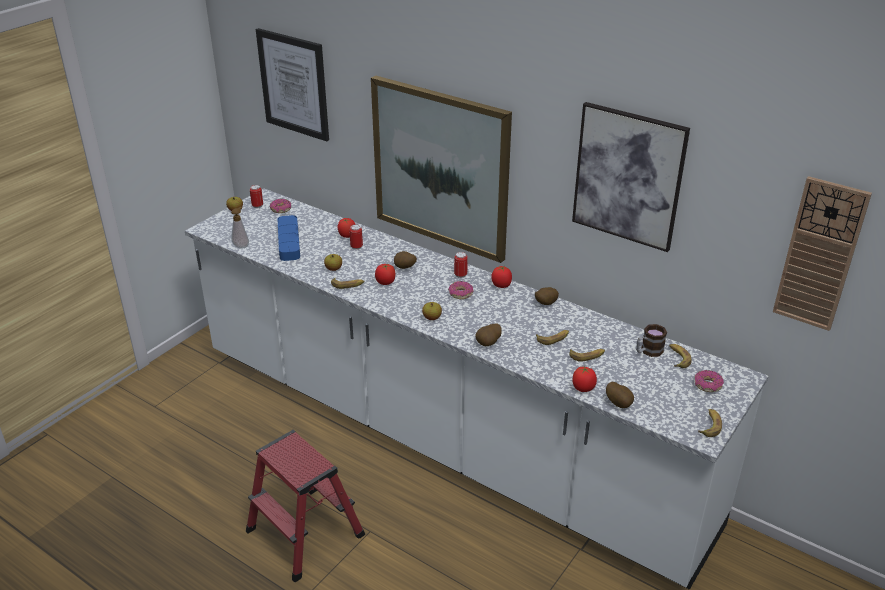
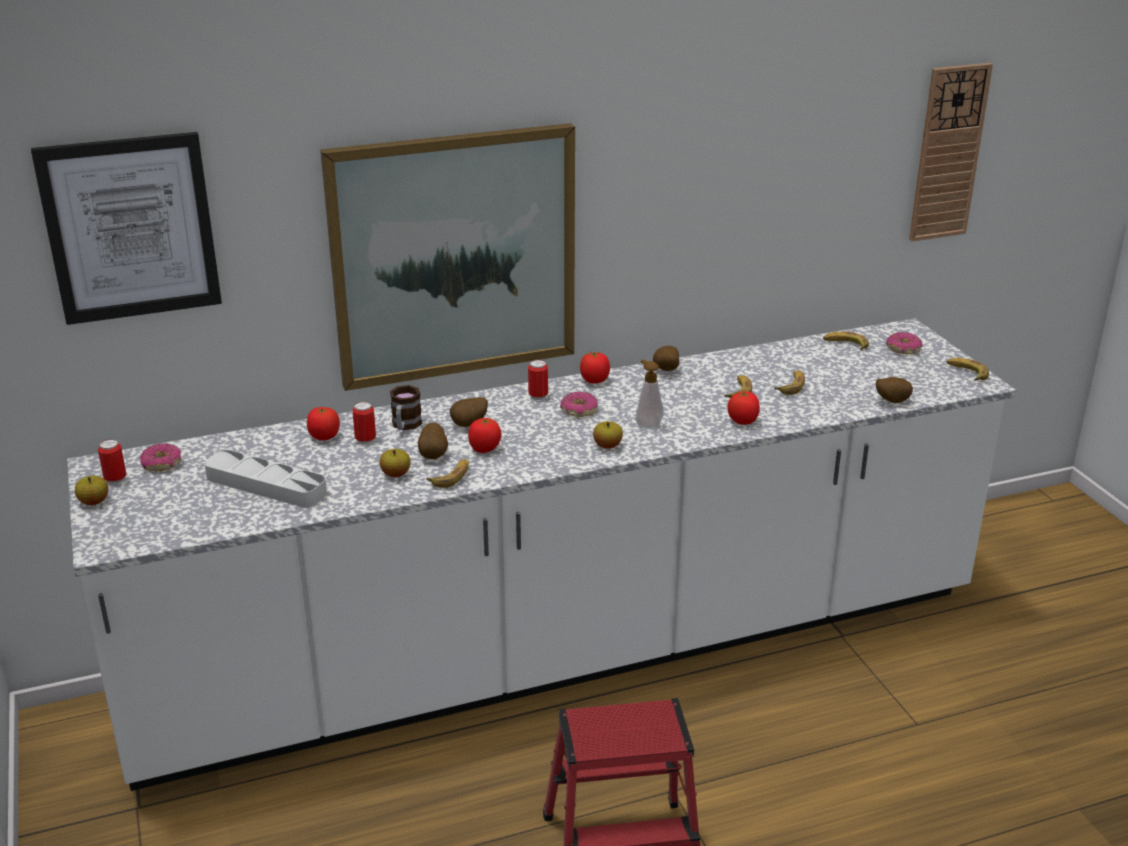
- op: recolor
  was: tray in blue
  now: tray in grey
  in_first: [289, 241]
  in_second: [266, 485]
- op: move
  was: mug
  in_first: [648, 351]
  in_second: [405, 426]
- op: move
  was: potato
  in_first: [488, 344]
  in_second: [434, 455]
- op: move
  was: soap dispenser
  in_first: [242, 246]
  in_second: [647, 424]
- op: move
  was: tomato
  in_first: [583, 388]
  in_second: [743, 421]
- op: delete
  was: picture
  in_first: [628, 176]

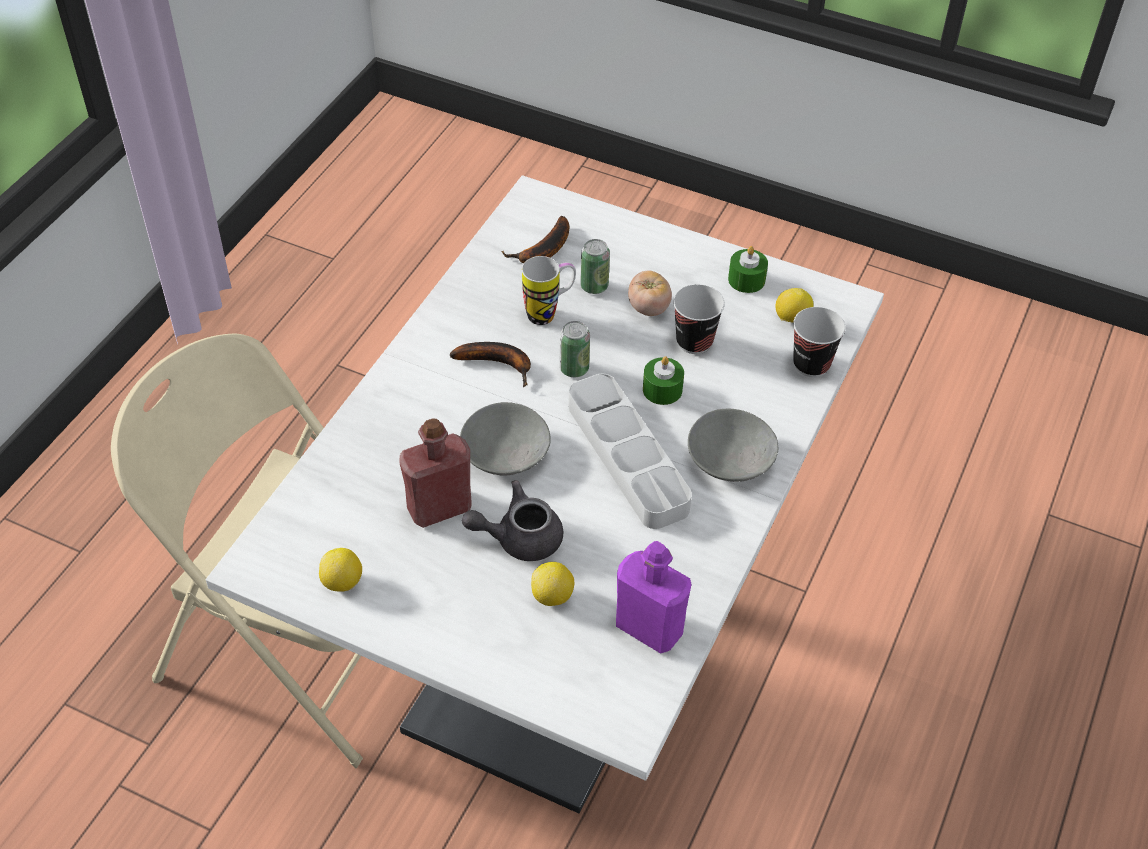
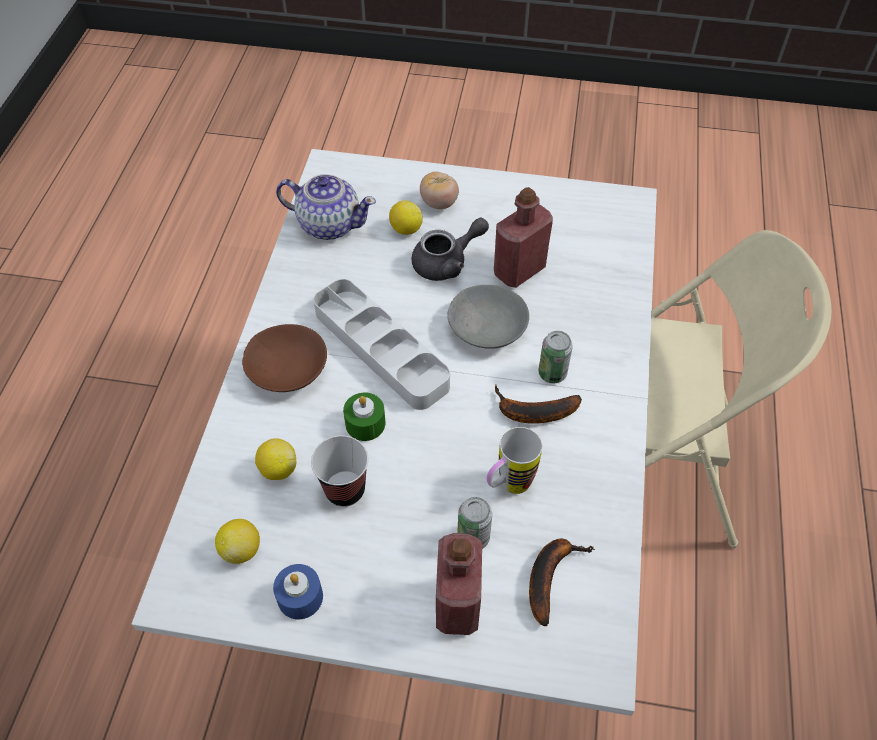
- op: recolor
  was: bowl in grey
  now: bowl in brown
  in_first: [731, 459]
  in_second: [286, 368]
- op: move
  was: lemon
  in_first: [343, 582]
  in_second: [278, 469]
- op: recolor
  was: candle in green
  now: candle in blue
  in_first: [746, 279]
  in_second: [300, 597]
- op: replace
  was: bottle in purple
  now: teapot
  in_first: [649, 628]
  in_second: [329, 224]
- op: move
  was: tomato
  in_first: [648, 308]
  in_second: [439, 203]
- op: insert
  now: bottle in red
  in_second: [457, 604]
- op: move
  was: can
  in_first: [574, 368]
  in_second: [552, 373]
- op: delete
  was: cup
  in_first: [811, 364]

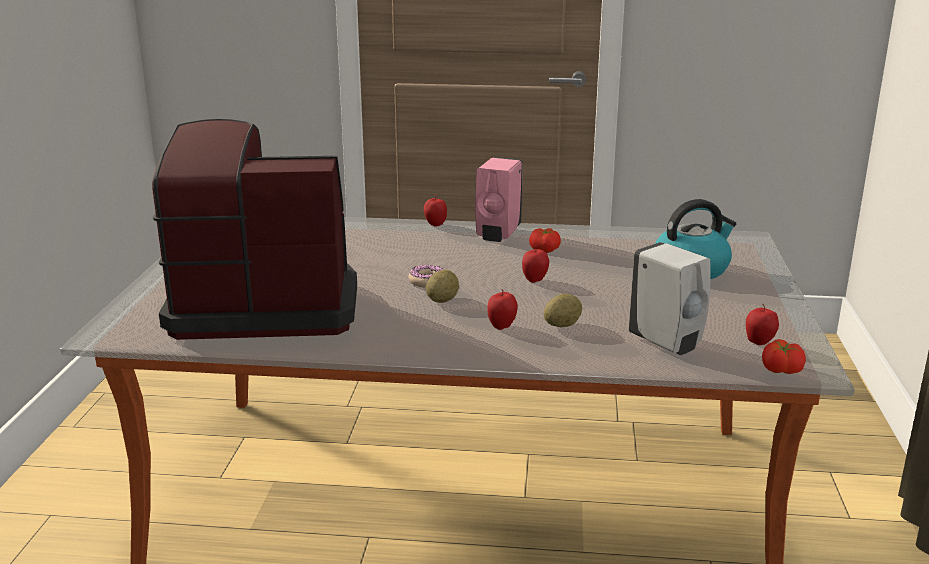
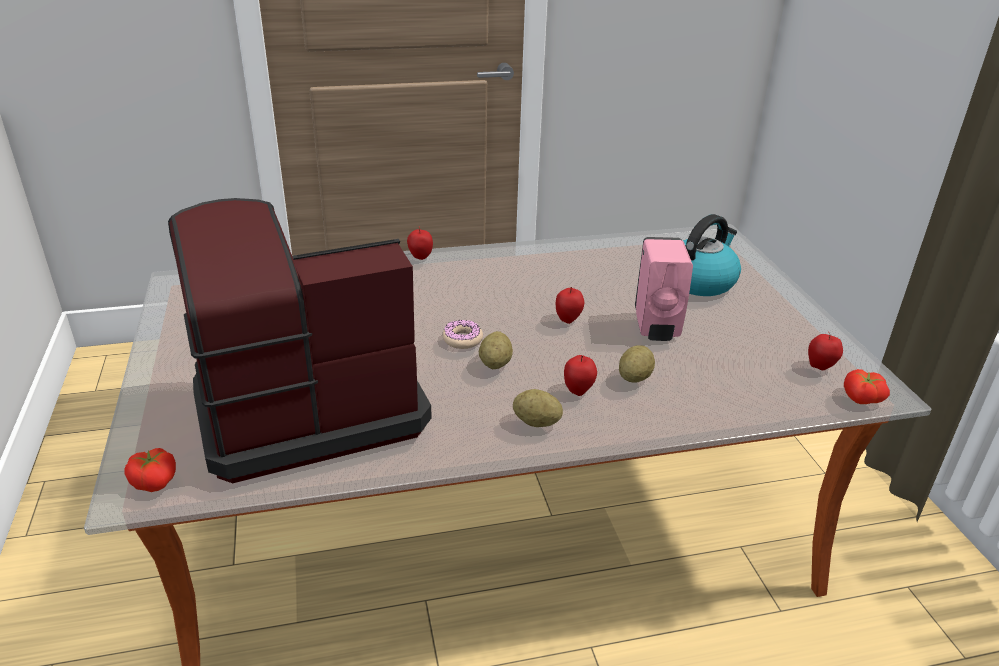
- op: move
  was: tomato
  in_first: [545, 250]
  in_second: [155, 481]
- op: insert
  now: potato
  in_second: [536, 422]
- op: move
  was: soap dispenser in pink
  in_first: [498, 234]
  in_second: [656, 328]
- op: delete
  was: soap dispenser in white
  in_first: [667, 343]

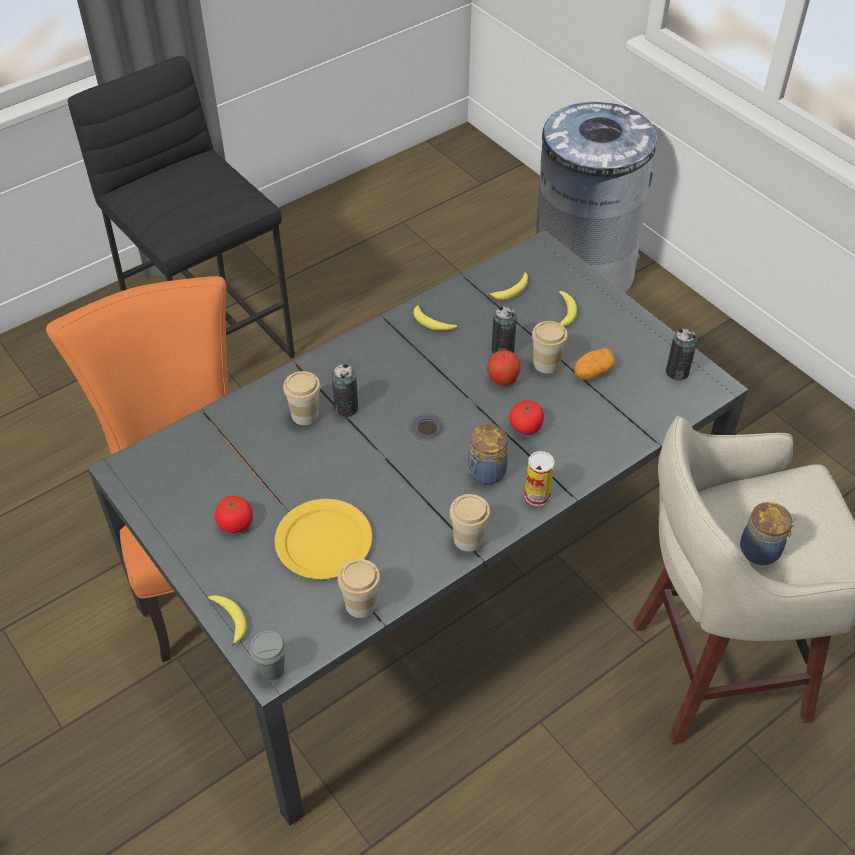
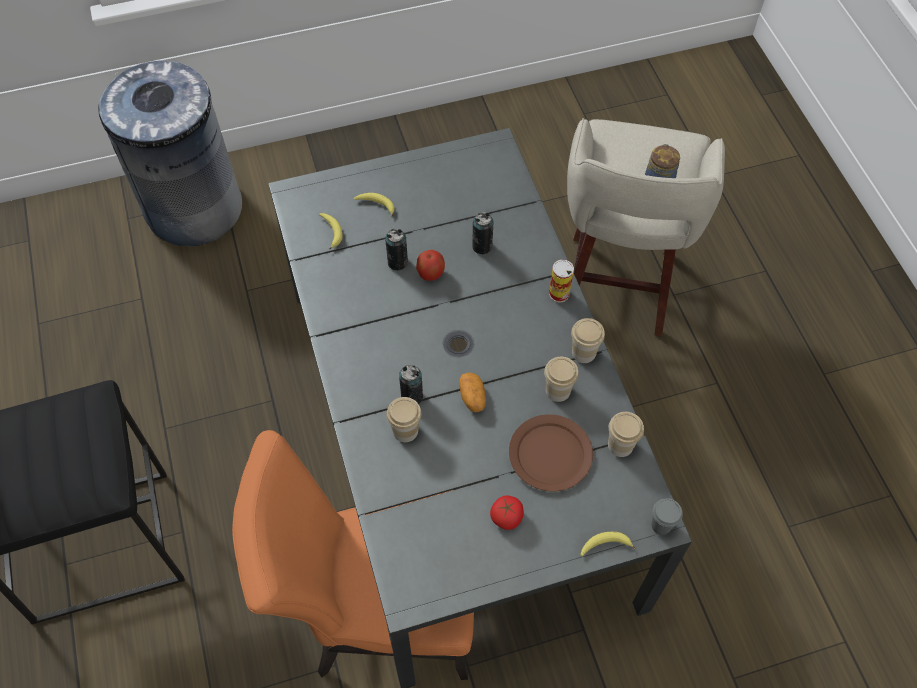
- op: move
  was: potato
  in_first: [593, 372]
  in_second: [472, 397]
- op: move
  was: can
  in_first: [677, 372]
  in_second: [482, 246]
- op: recolor
  was: plate in yellow
  now: plate in brown
  in_first: [324, 541]
  in_second: [550, 454]
- op: move
  was: cup
  in_first: [546, 364]
  in_second: [558, 390]
- op: delete
  was: banana
  in_first: [432, 323]
- op: delete
  was: jar
  in_first: [485, 472]
- op: delete
  was: tomato
  in_first: [526, 426]

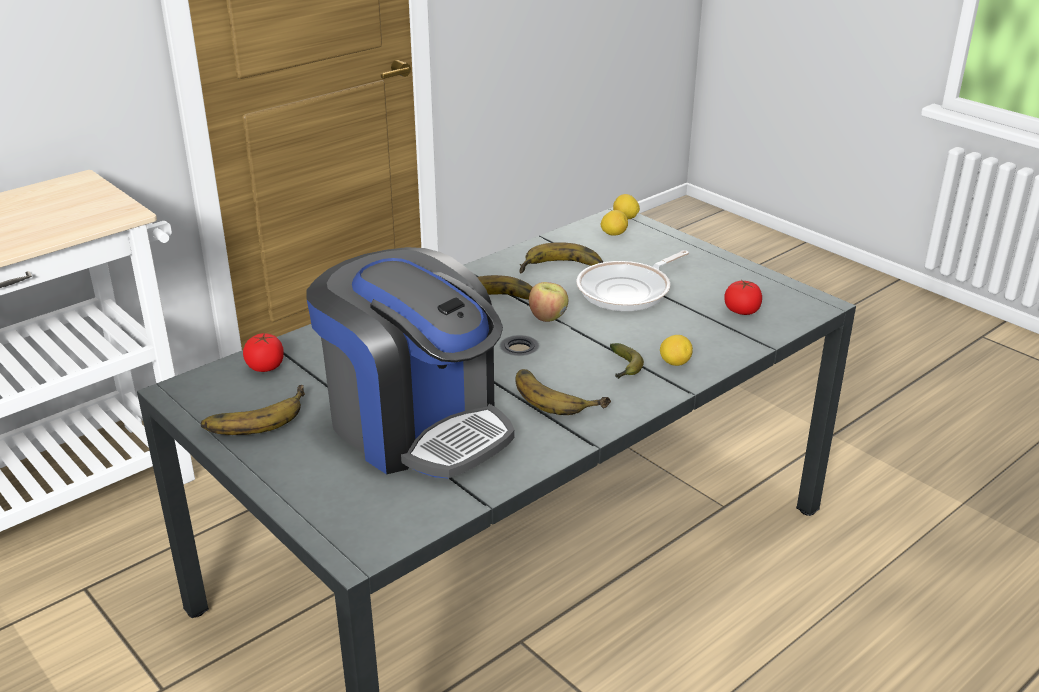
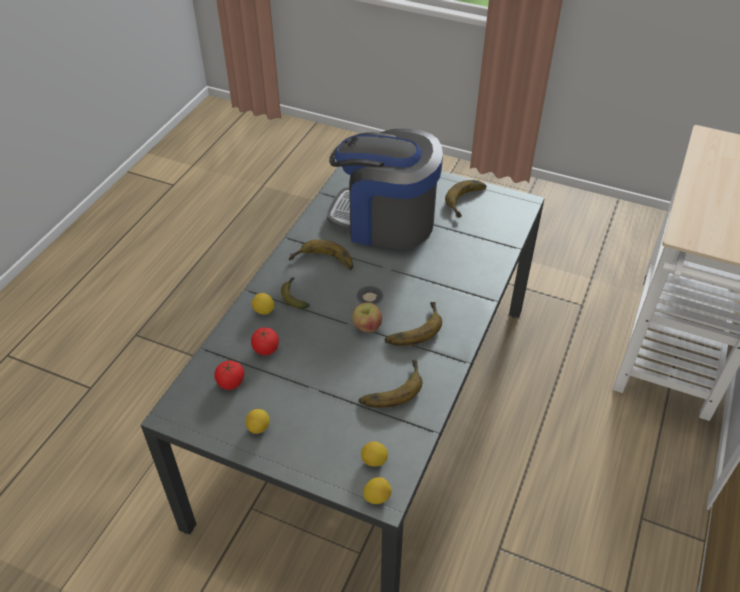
- op: insert
  now: lemon
  in_second: [258, 427]
- op: move
  was: tomato
  in_first: [265, 366]
  in_second: [266, 349]
- op: delete
  was: frying pan
  in_first: [628, 291]

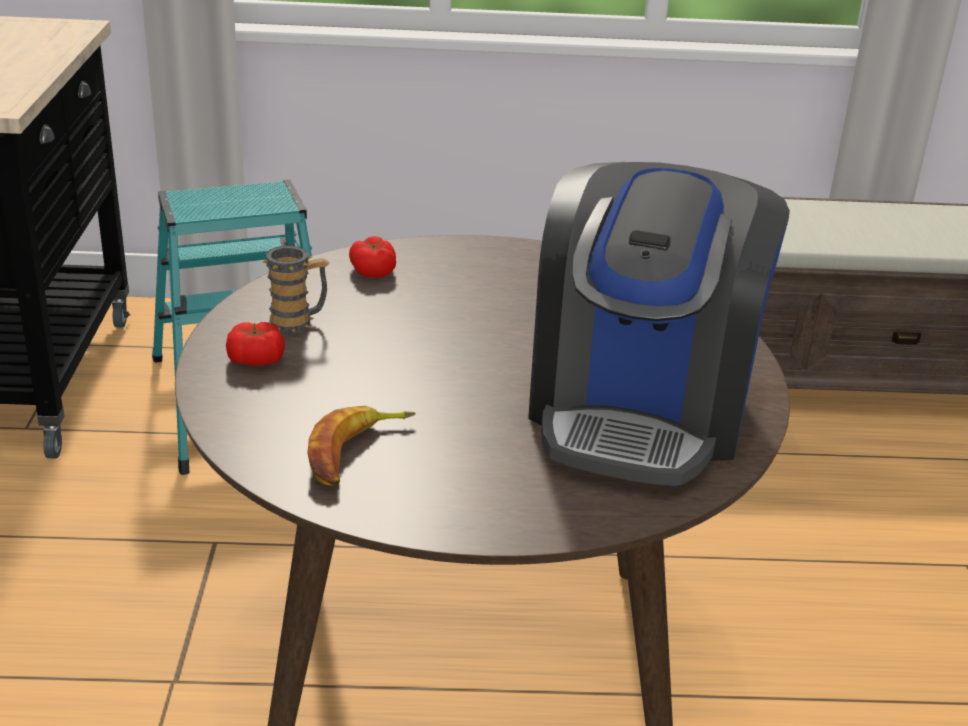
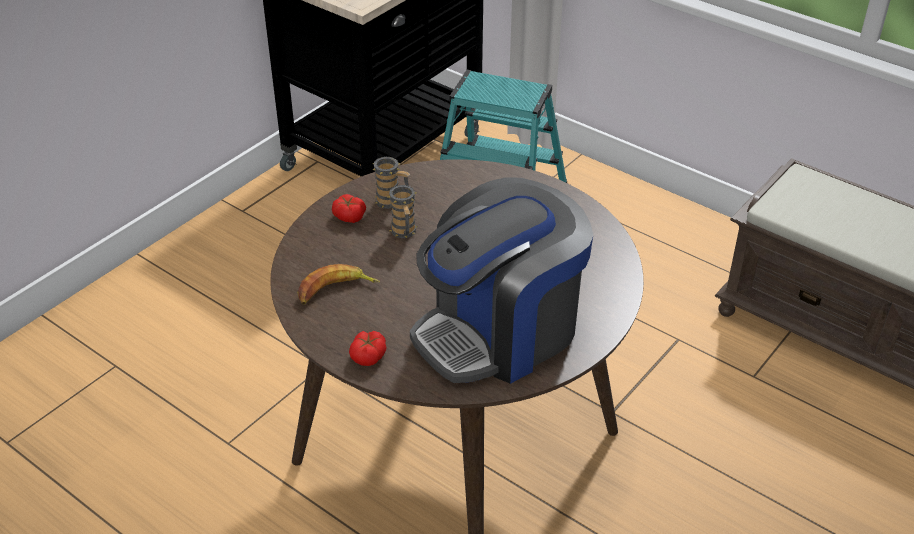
- op: move
  was: tomato
  in_first: [373, 270]
  in_second: [368, 356]
- op: insert
  now: mug
  in_second: [404, 233]

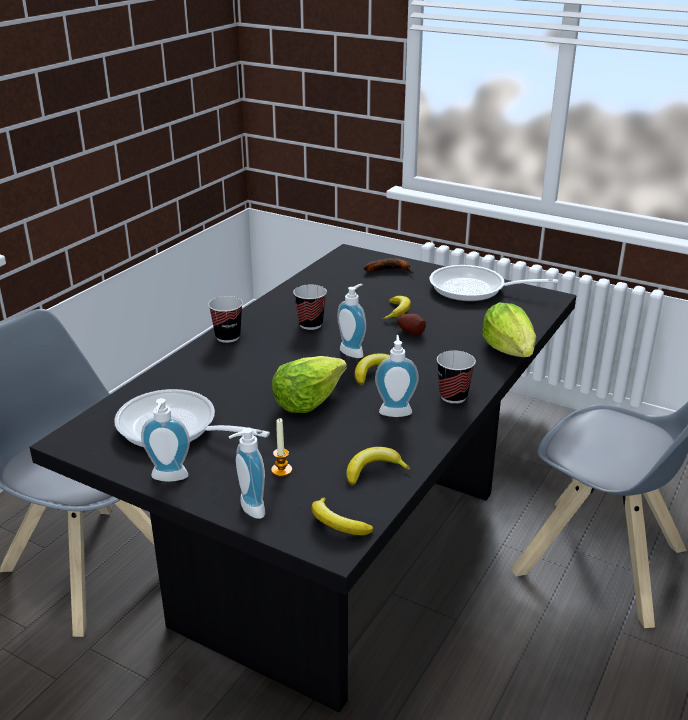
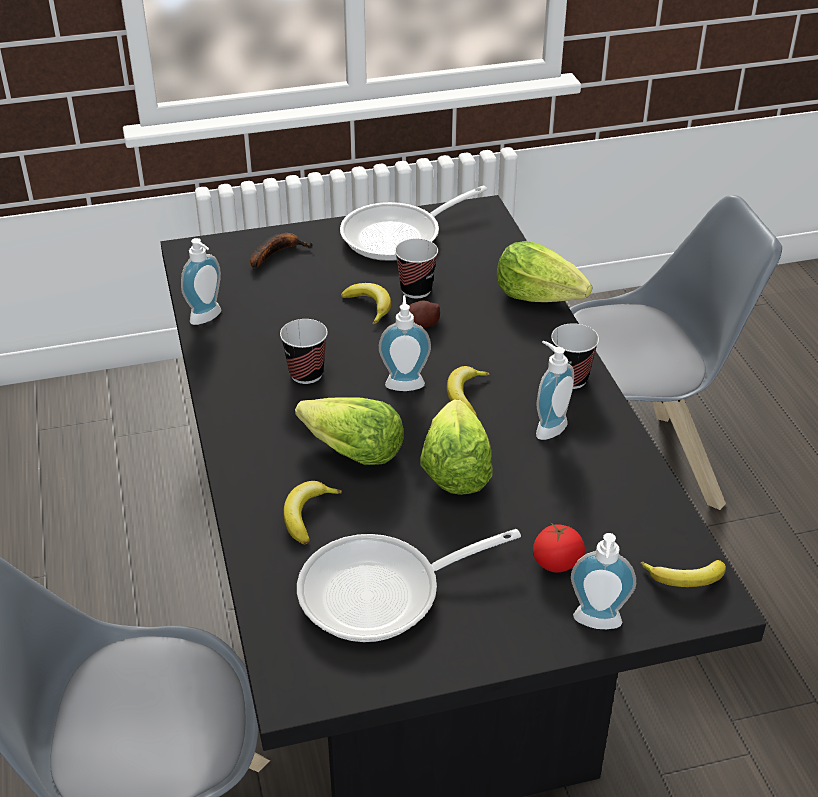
- op: move
  was: soap dispenser
  in_first: [169, 479]
  in_second: [208, 318]
- op: move
  was: banana
  in_first: [373, 470]
  in_second: [307, 515]
- op: insert
  now: lettuce
  in_second: [352, 452]
- op: move
  was: cup
  in_first: [228, 337]
  in_second: [416, 290]
- op: replace
  was: candle
  now: tomato
  in_first: [281, 470]
  in_second: [557, 562]

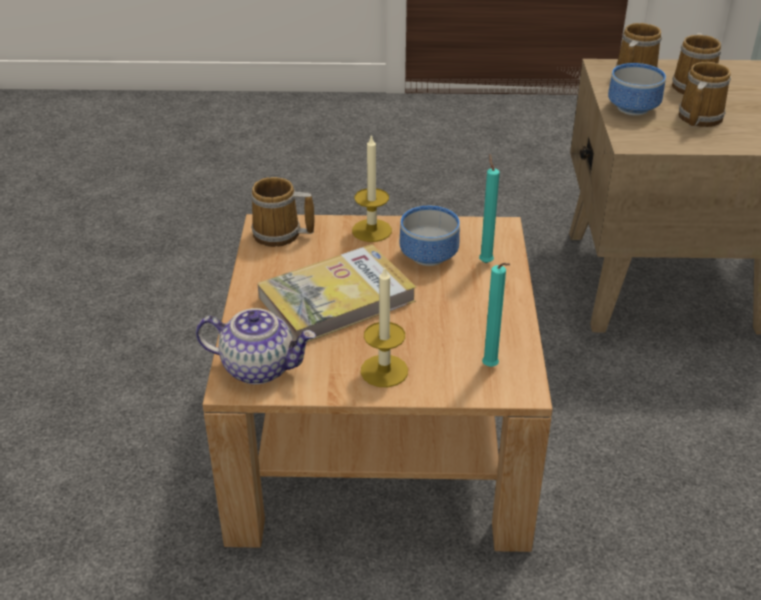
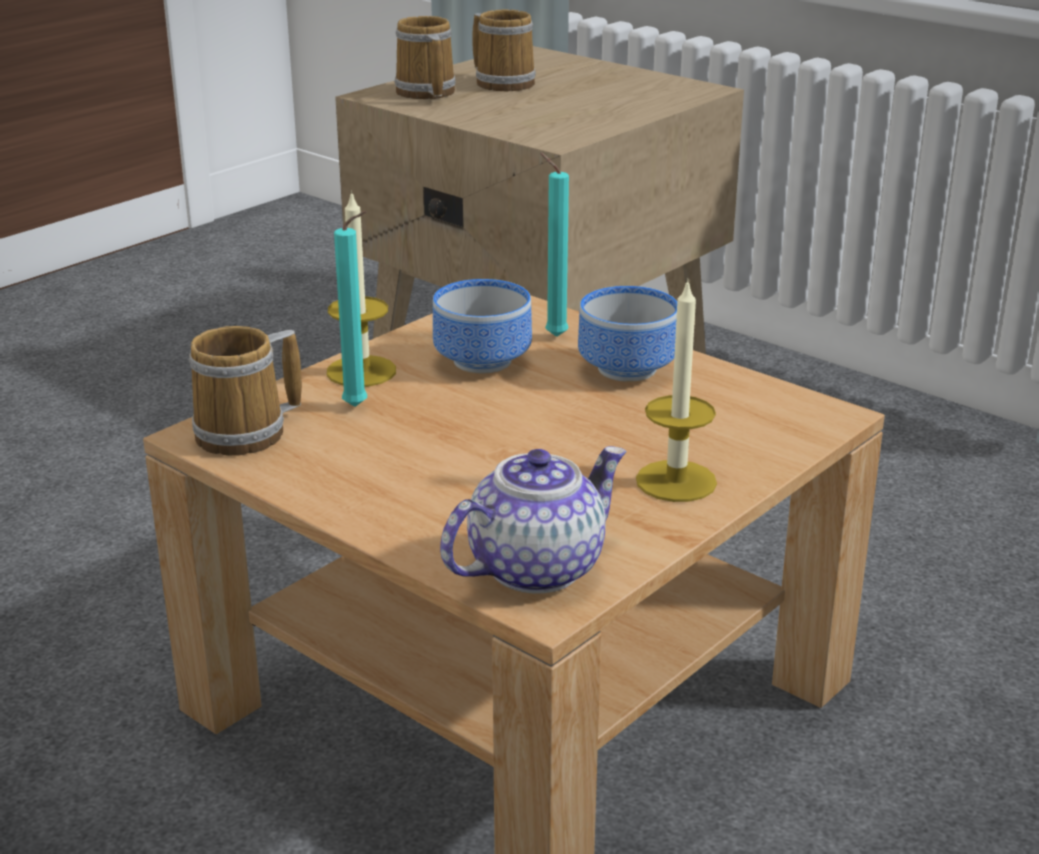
- op: move
  was: candle in turquoise
  in_first: [491, 368]
  in_second: [359, 407]
- op: move
  was: bowl
  in_first: [633, 109]
  in_second: [630, 370]
- op: delete
  was: book
  in_first: [336, 299]
- op: delete
  was: mug
  in_first: [697, 118]

